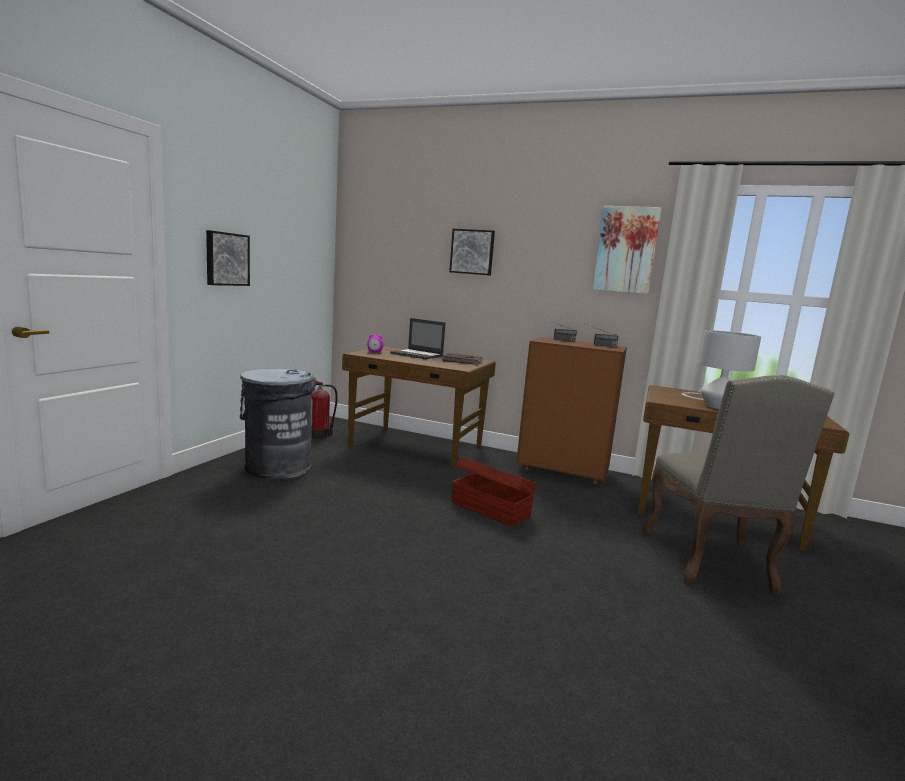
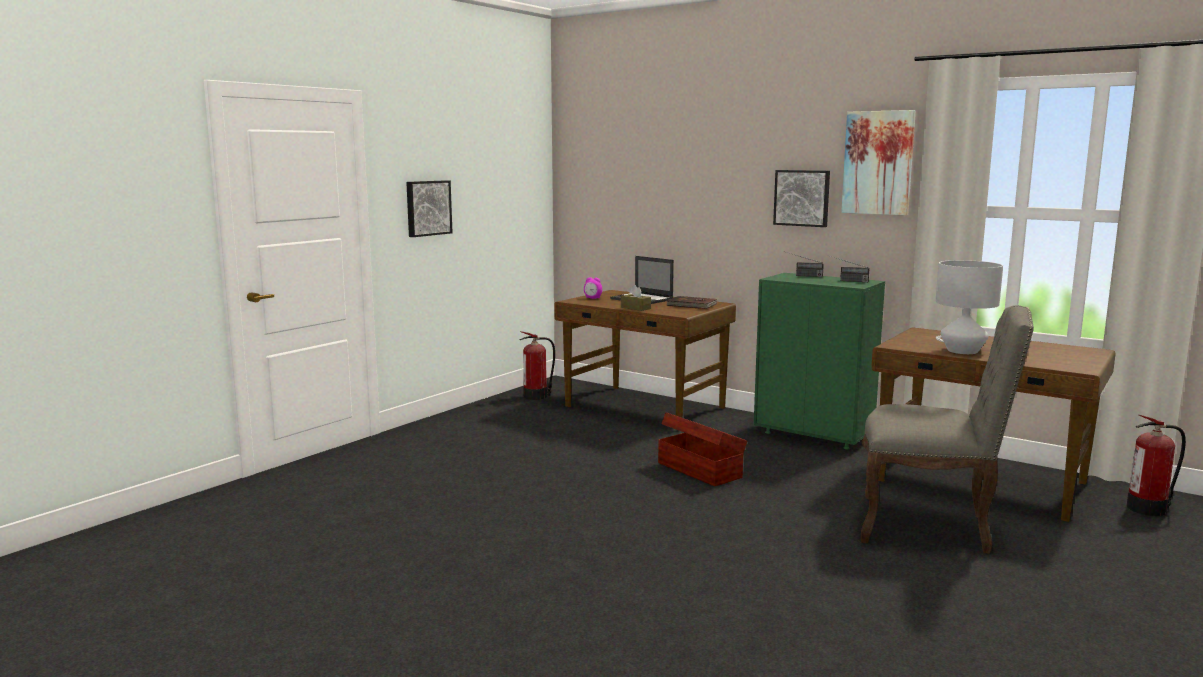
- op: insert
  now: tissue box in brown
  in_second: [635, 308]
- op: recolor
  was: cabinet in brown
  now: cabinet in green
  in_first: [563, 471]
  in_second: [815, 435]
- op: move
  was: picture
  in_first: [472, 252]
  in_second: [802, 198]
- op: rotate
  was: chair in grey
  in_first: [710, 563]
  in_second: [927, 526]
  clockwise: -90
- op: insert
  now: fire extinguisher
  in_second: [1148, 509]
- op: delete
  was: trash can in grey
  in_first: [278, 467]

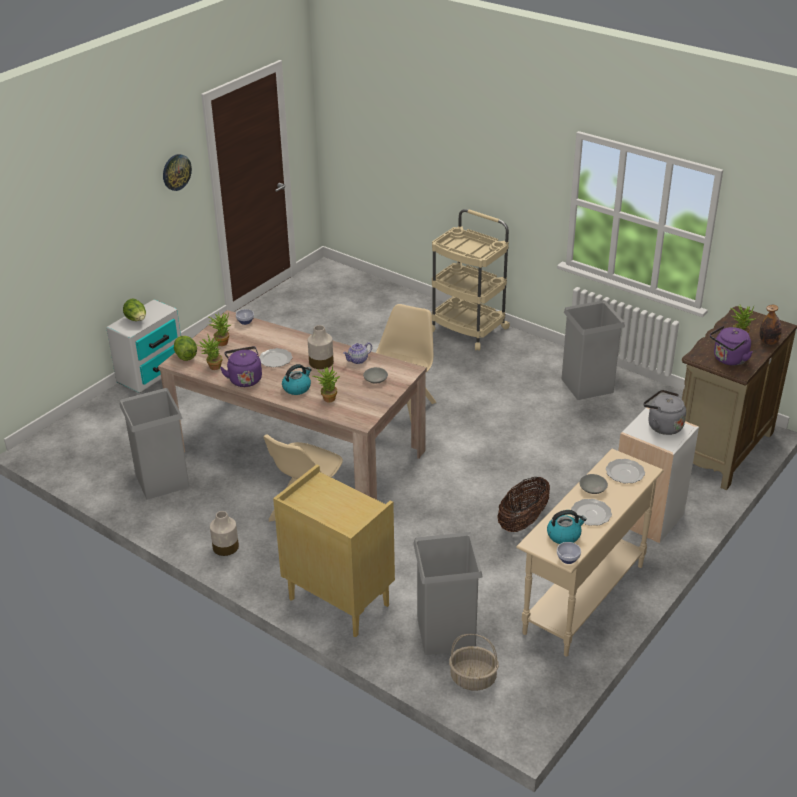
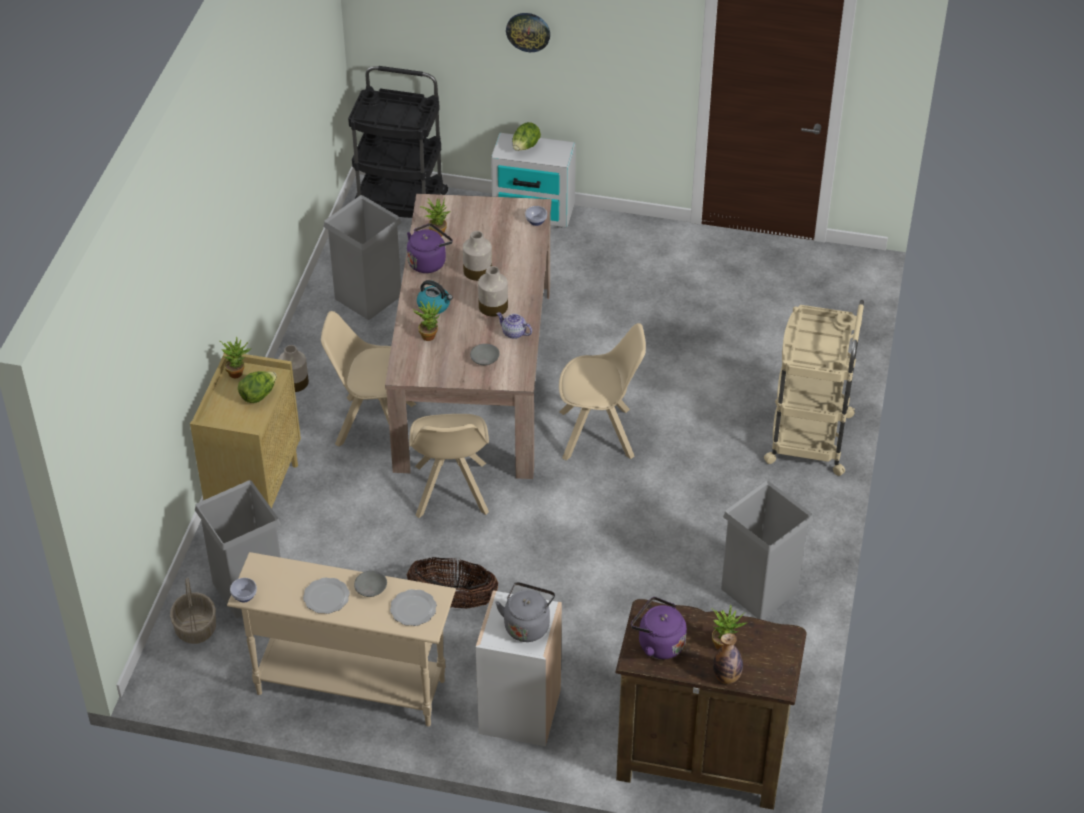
- op: move
  was: potted plant
  in_first: [222, 341]
  in_second: [238, 372]
- op: move
  was: lettuce
  in_first: [185, 356]
  in_second: [258, 395]
- op: insert
  now: cart in black
  in_second: [400, 207]
- op: insert
  now: chair in beige
  in_second: [451, 491]
- op: replace
  was: plate
  now: vase in beige
  in_first: [276, 359]
  in_second: [477, 271]
- op: move
  was: wall clock
  in_first: [176, 172]
  in_second: [528, 31]
- op: delete
  was: kettle
  in_first: [564, 535]

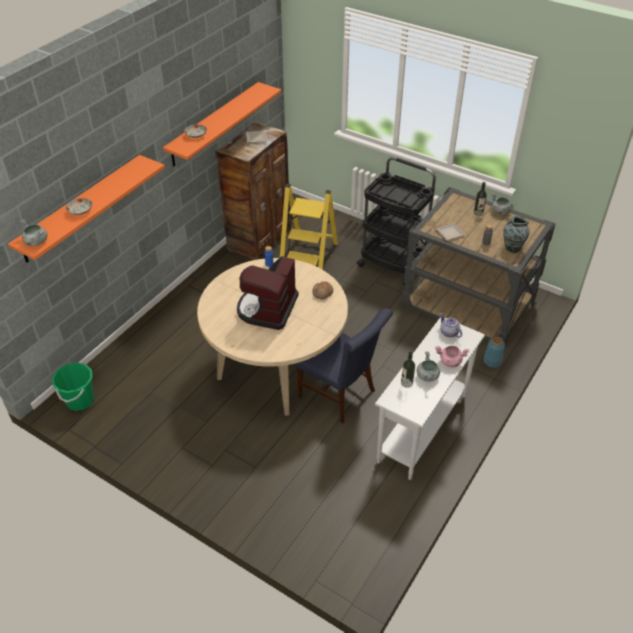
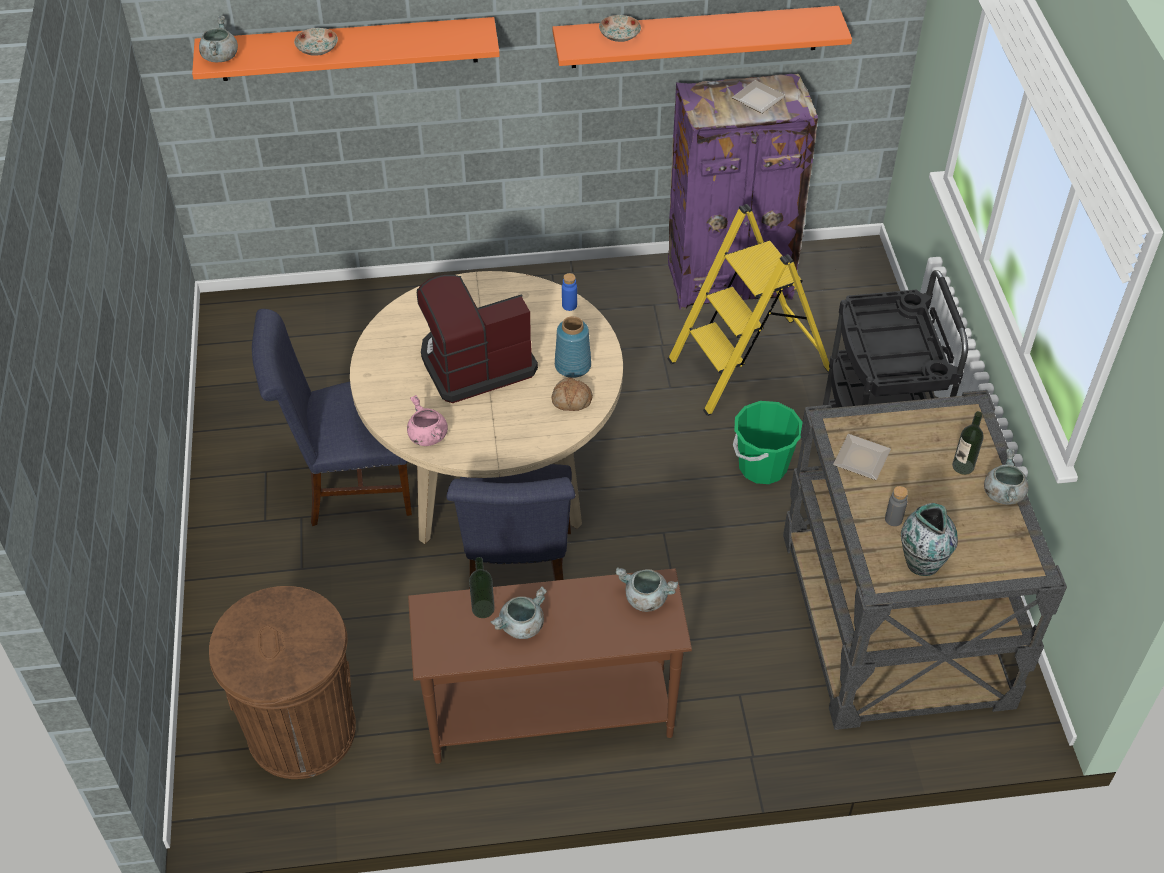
- op: insert
  now: trash can in brown
  in_second: [301, 730]
- op: insert
  now: chair in blue
  in_second: [349, 483]
- op: move
  was: cooking pot in pink
  in_first: [450, 362]
  in_second: [427, 436]
- op: recolor
  was: console table in white
  now: console table in brown
  in_first: [423, 429]
  in_second: [549, 721]
- op: move
  was: vase in blue
  in_first: [492, 361]
  in_second: [572, 366]
- op: replace
  was: teapot
  now: cooking pot in grey
  in_first: [448, 332]
  in_second: [645, 599]
- op: recolor
  was: cabinet in brown
  now: cabinet in purple
  in_first: [259, 240]
  in_second: [730, 280]
- op: move
  was: bucket in green
  in_first: [80, 400]
  in_second: [762, 466]

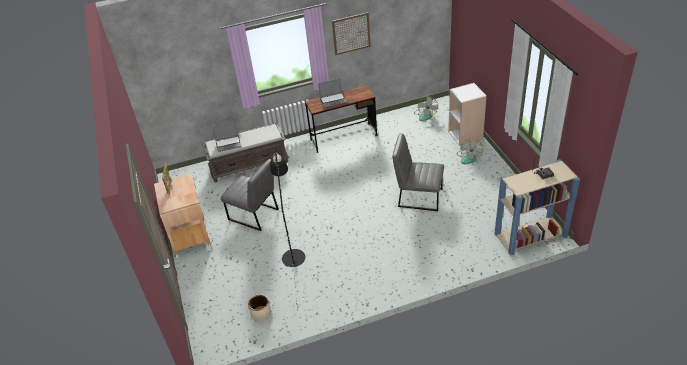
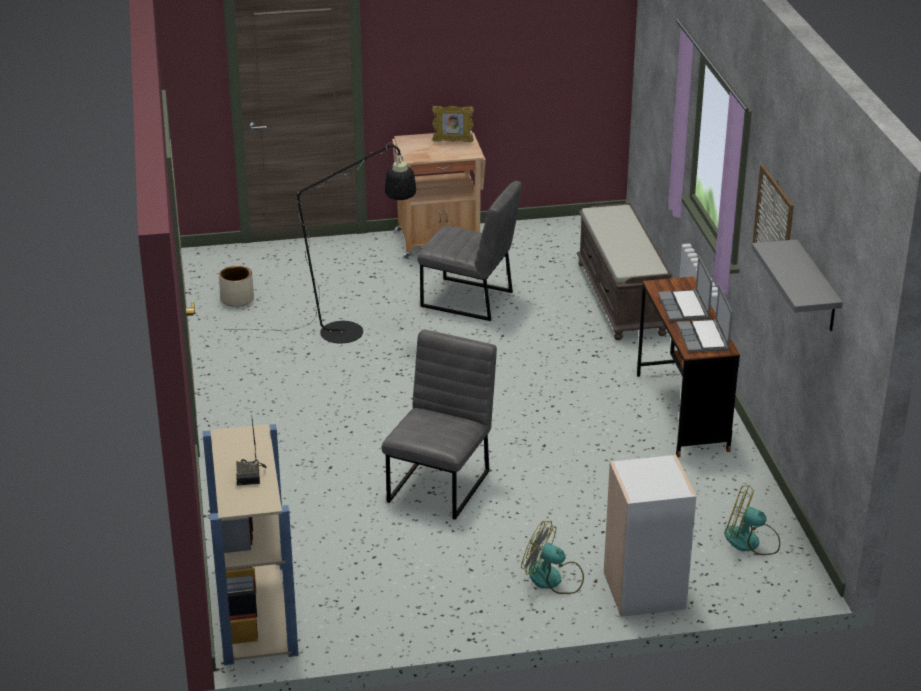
- op: rotate
  was: chair in grey
  in_first: [254, 215]
  in_second: [469, 300]
  clockwise: -105
- op: move
  was: laptop
  in_first: [228, 144]
  in_second: [704, 338]
- op: insert
  now: shelf in grey
  in_second: [817, 287]

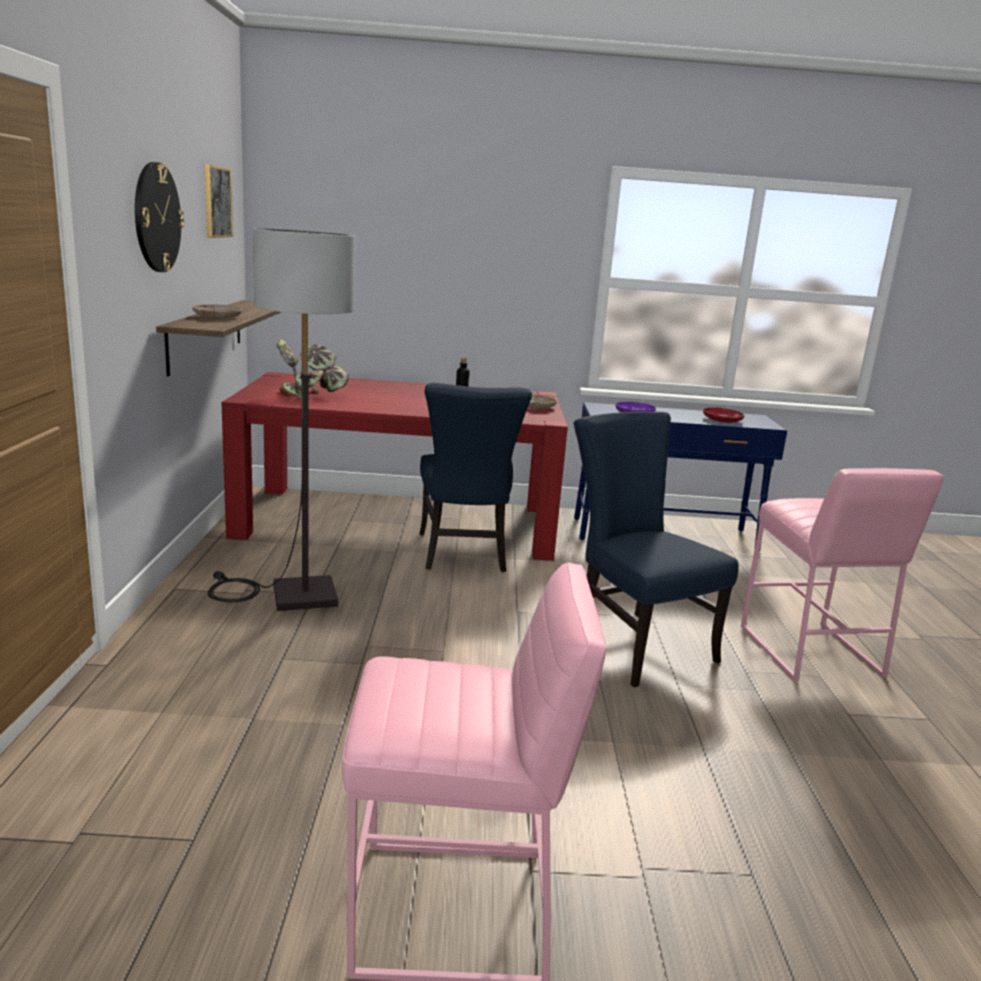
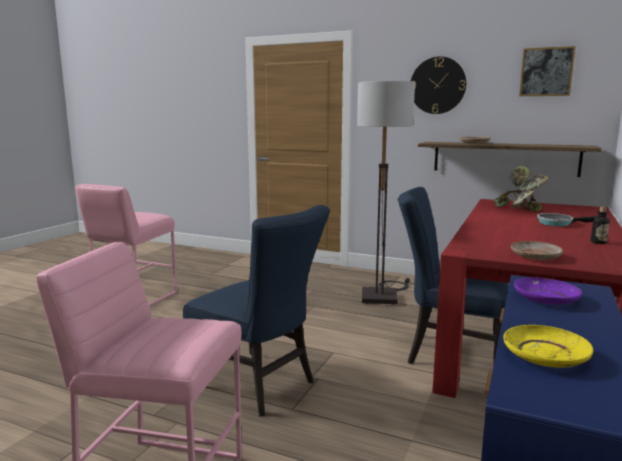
- op: rotate
  was: chair in blue
  in_first: [633, 642]
  in_second: [259, 385]
  clockwise: 45
- op: recolor
  was: plate in red
  now: plate in yellow
  in_first: [722, 420]
  in_second: [545, 356]
- op: insert
  now: frying pan
  in_second: [557, 223]

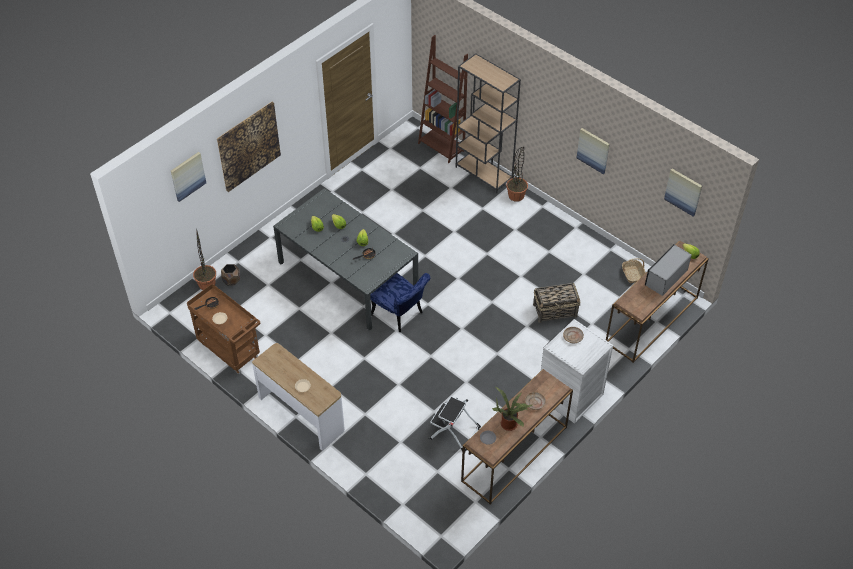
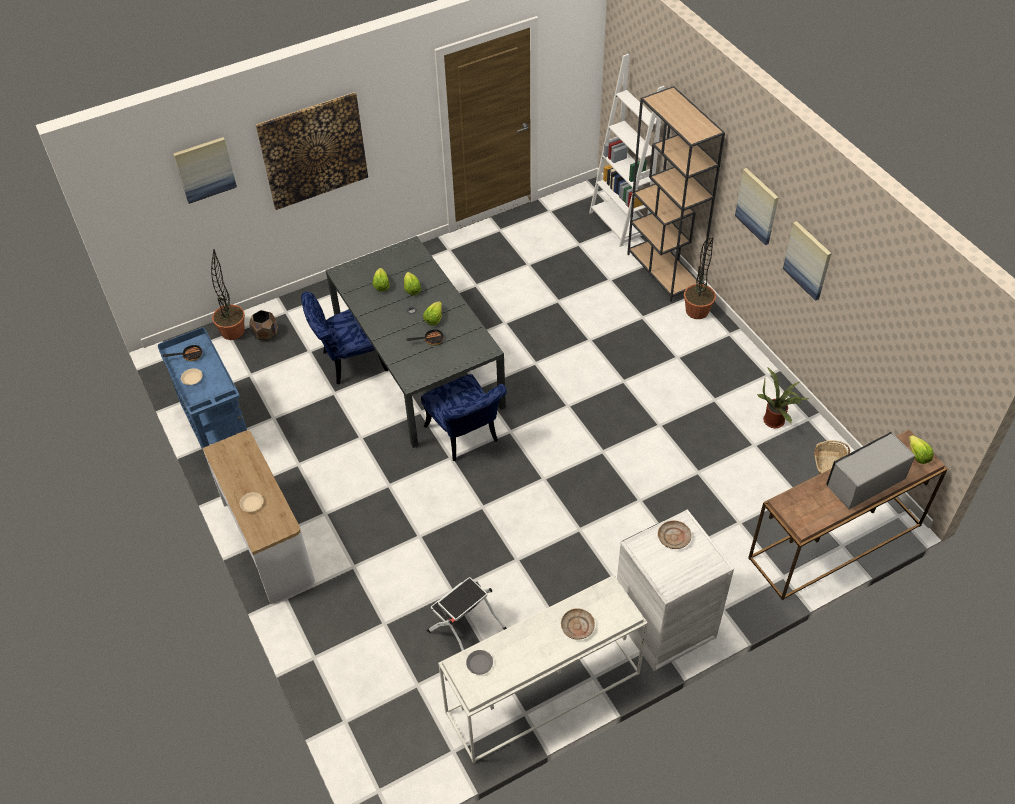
- op: recolor
  was: cart in brown
  now: cart in blue
  in_first: [231, 353]
  in_second: [218, 430]
- op: insert
  now: chair in blue
  in_second: [348, 362]
- op: recolor
  was: console table in brown
  now: console table in white
  in_first: [515, 455]
  in_second: [543, 694]
- op: recolor
  was: bookcase in brown
  now: bookcase in white
  in_first: [441, 147]
  in_second: [619, 223]
- op: move
  was: picture
  in_first: [683, 191]
  in_second: [757, 206]
- op: move
  was: potted plant
  in_first: [510, 423]
  in_second: [776, 420]
- op: delete
  was: basket
  in_first: [555, 310]

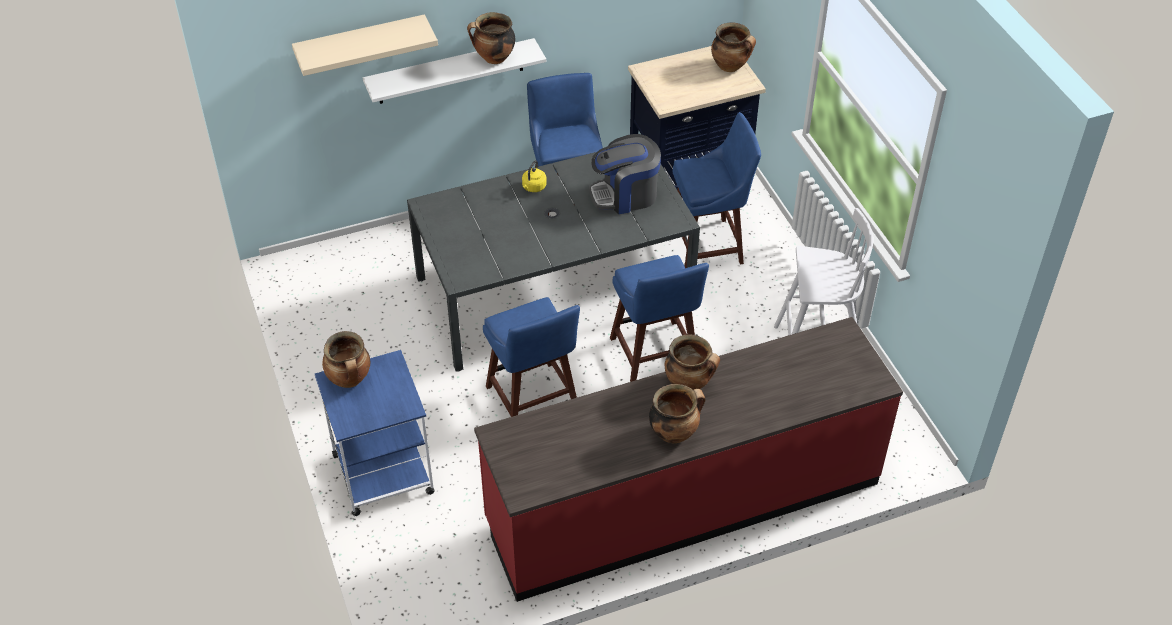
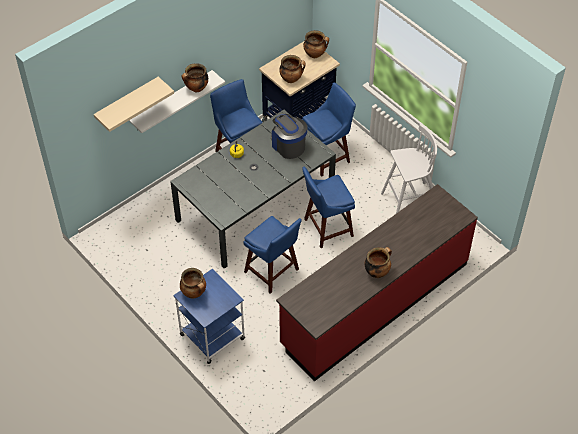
- op: rotate
  was: coffee machine
  in_first: [625, 195]
  in_second: [288, 145]
  clockwise: 90
- op: move
  was: cooking pot
  in_first: [689, 383]
  in_second: [291, 79]
- op: rotate
  was: chair in blue
  in_first: [655, 355]
  in_second: [326, 228]
  clockwise: 105

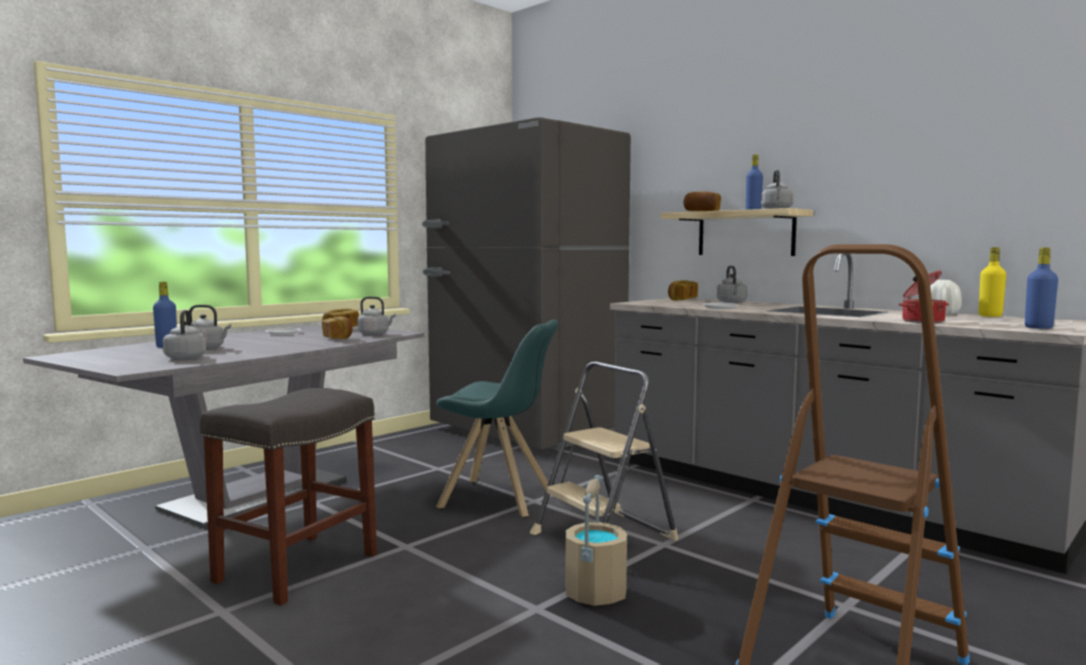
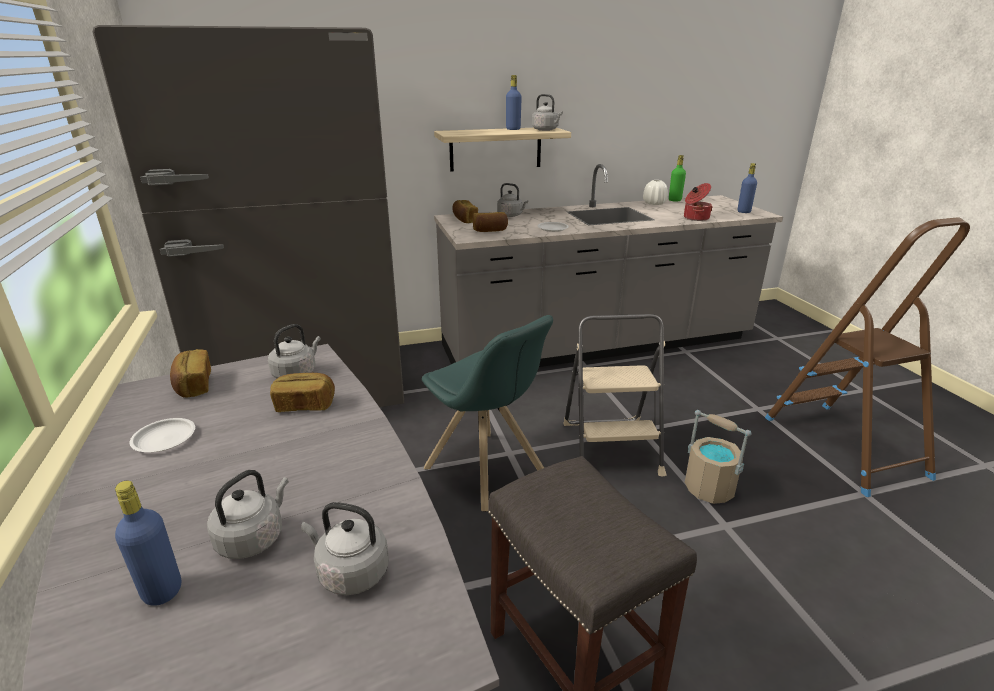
- op: rotate
  was: chair in turquoise
  in_first: [497, 498]
  in_second: [486, 470]
  clockwise: 90
- op: move
  was: bread
  in_first: [701, 211]
  in_second: [490, 230]
- op: recolor
  was: bottle in yellow
  now: bottle in green
  in_first: [990, 316]
  in_second: [674, 200]

